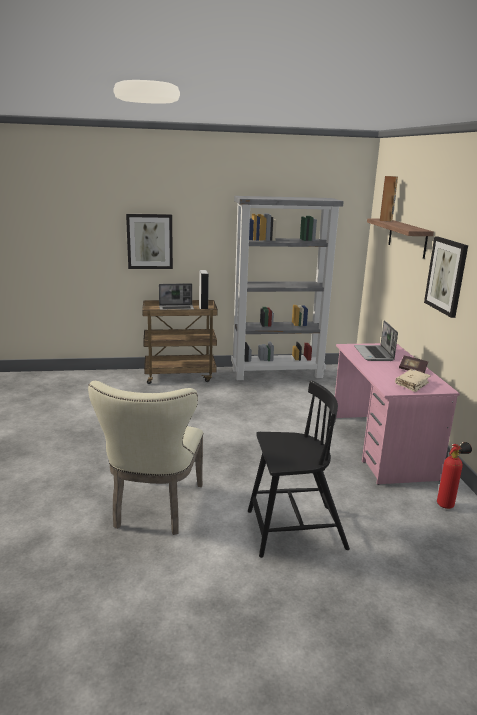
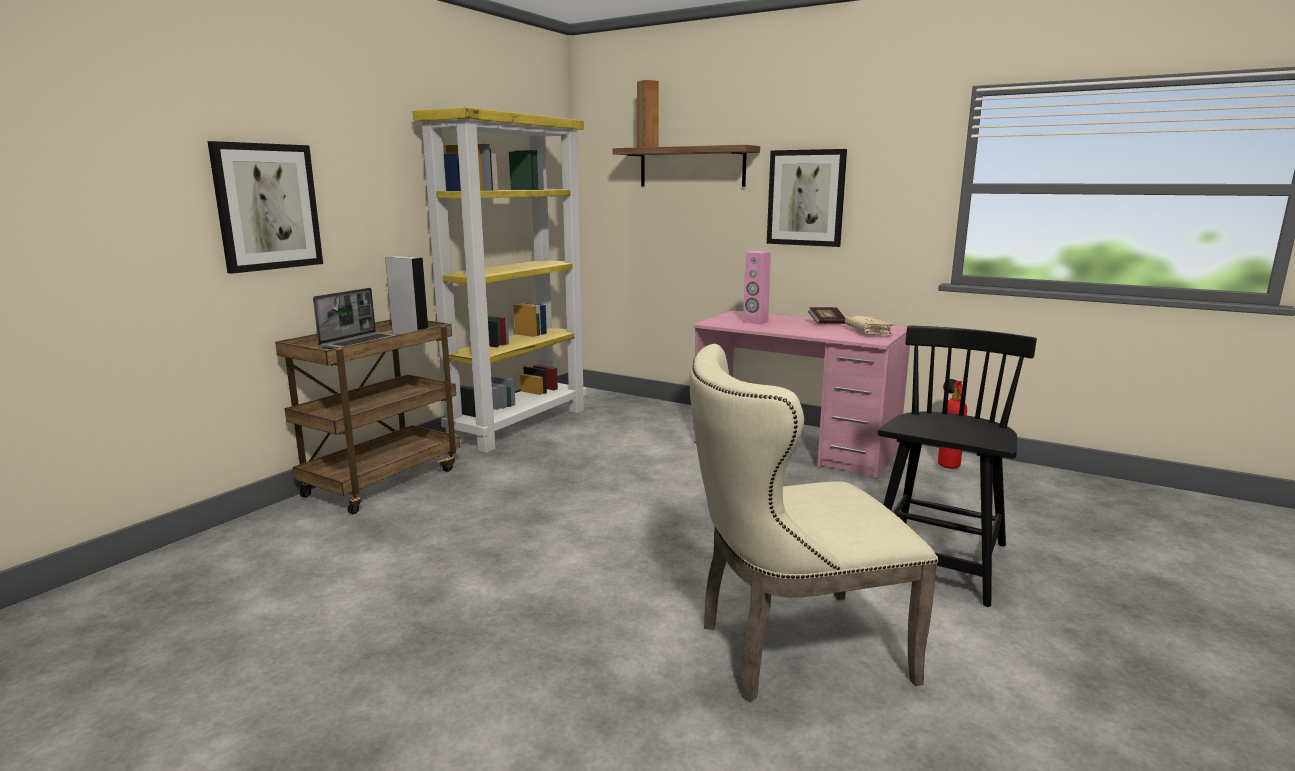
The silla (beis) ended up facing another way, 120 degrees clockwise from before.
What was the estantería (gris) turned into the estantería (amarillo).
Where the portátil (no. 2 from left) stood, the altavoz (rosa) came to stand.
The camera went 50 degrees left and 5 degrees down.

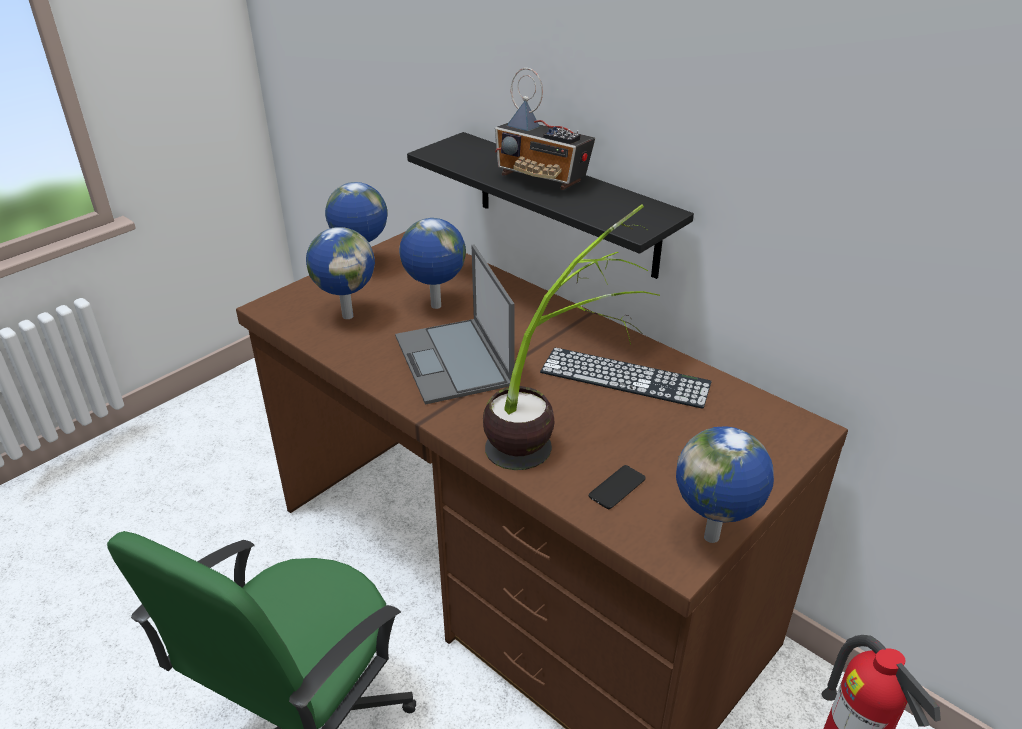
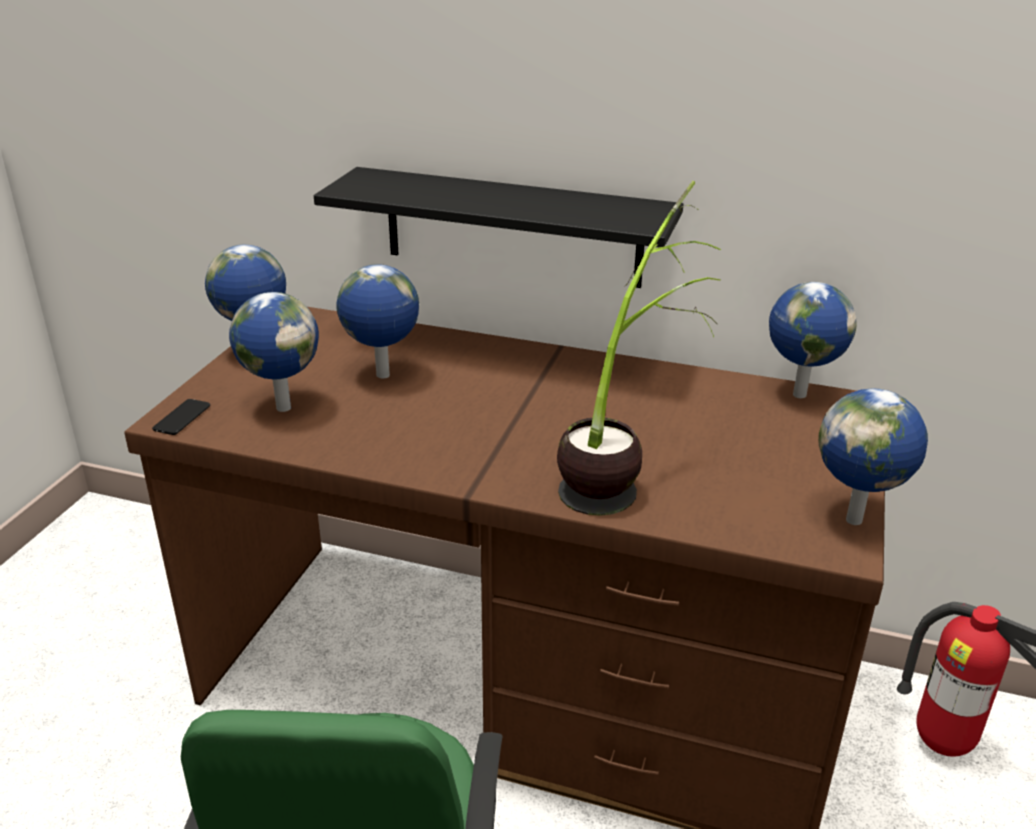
The second view lost the portátil.
The second view lost the radio.
The second view lost the teclado.
The móvil ended up elsewhere.
The second view gained the globo terráqueo (no. 4 from left).
The camera went 25 degrees left and 5 degrees down.

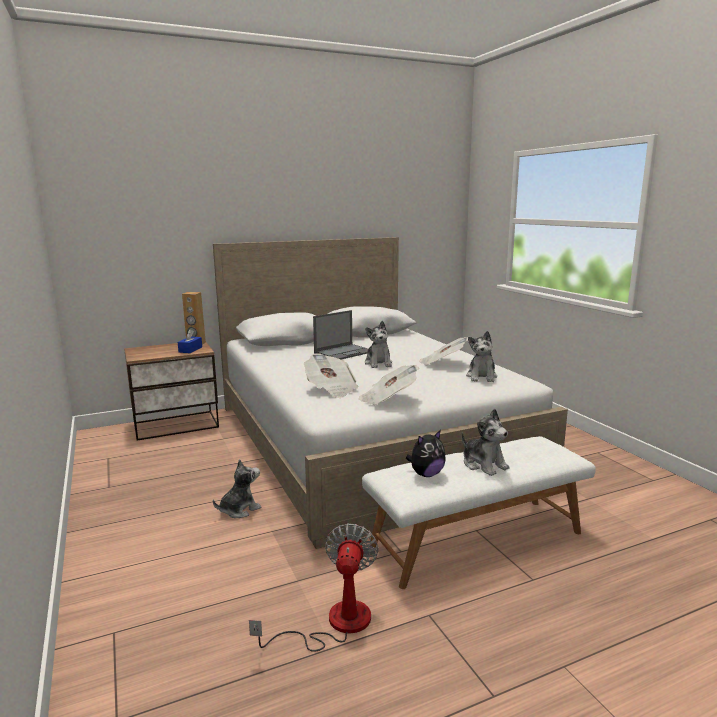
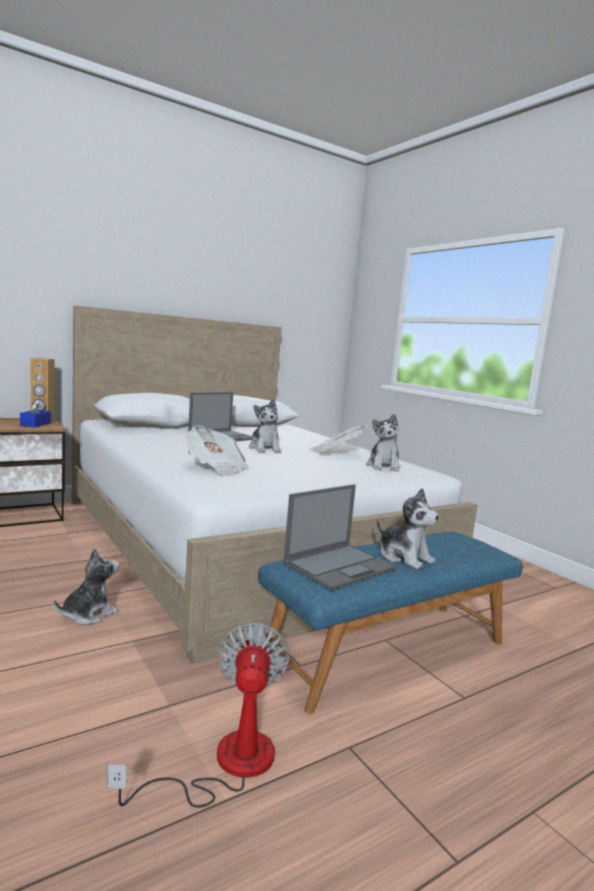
The second view lost the periódico (no. 2 from left).
What was the banco (blanco) turned into the banco (azul).
Where the peluche (no. 3 from left) stood, the portátil (no. 2 from left) came to stand.
The camera went 10 degrees left and 5 degrees down.

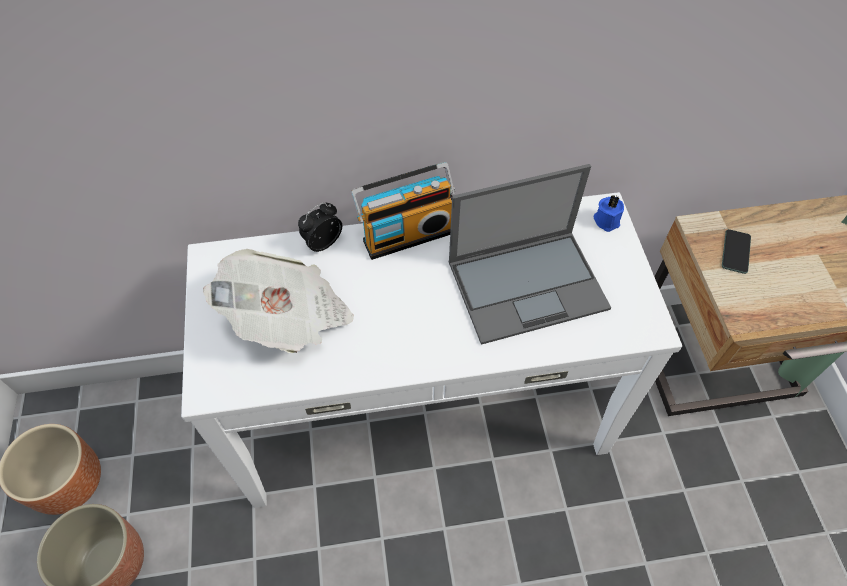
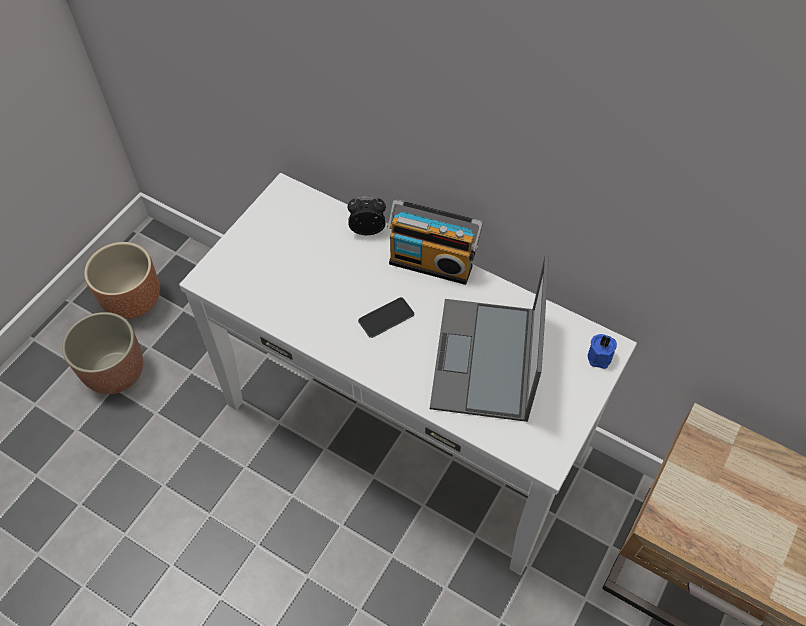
The second view lost the periódico.
The portátil ended up facing another way, 75 degrees clockwise from before.
The móvil ended up elsewhere.
The camera went 40 degrees right and 0 degrees up.

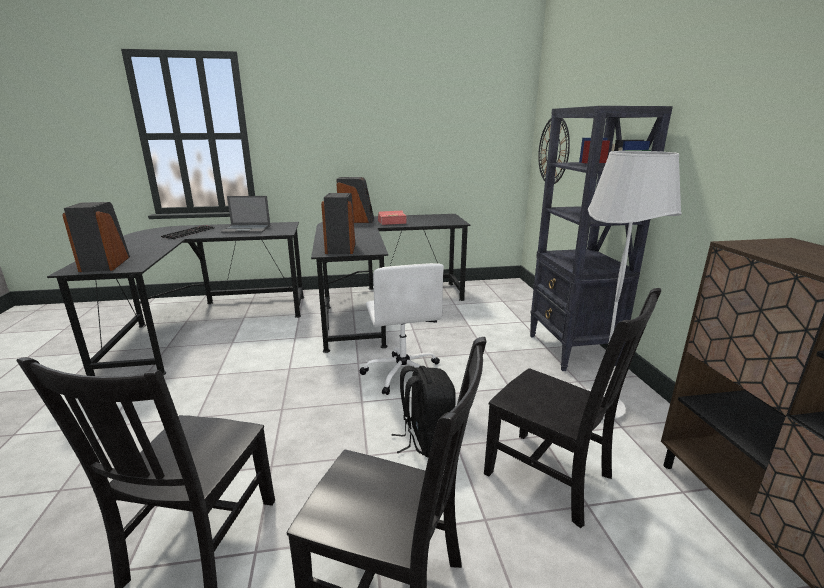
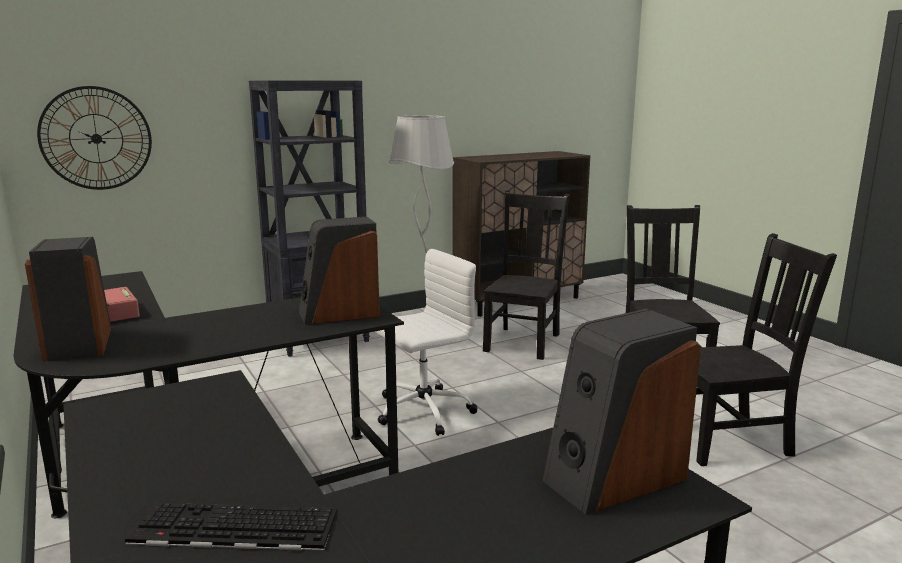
The second view lost the portátil.
The second view lost the mochila (negro).
The camera went 110 degrees left and 5 degrees down.

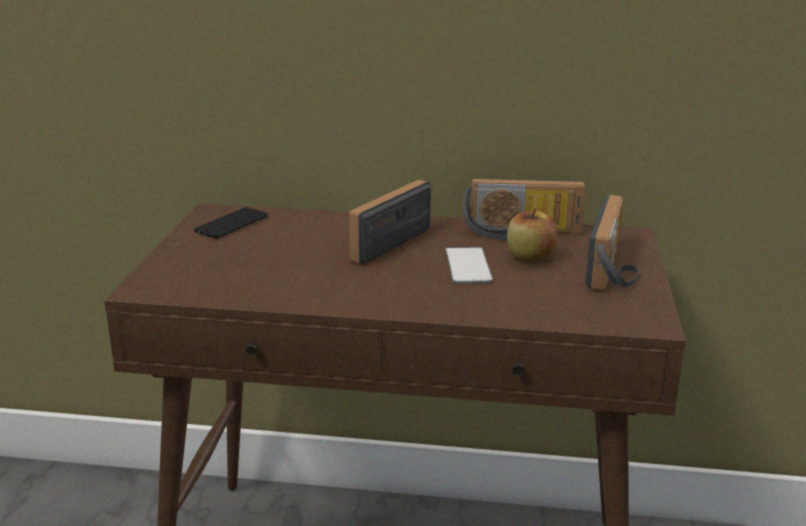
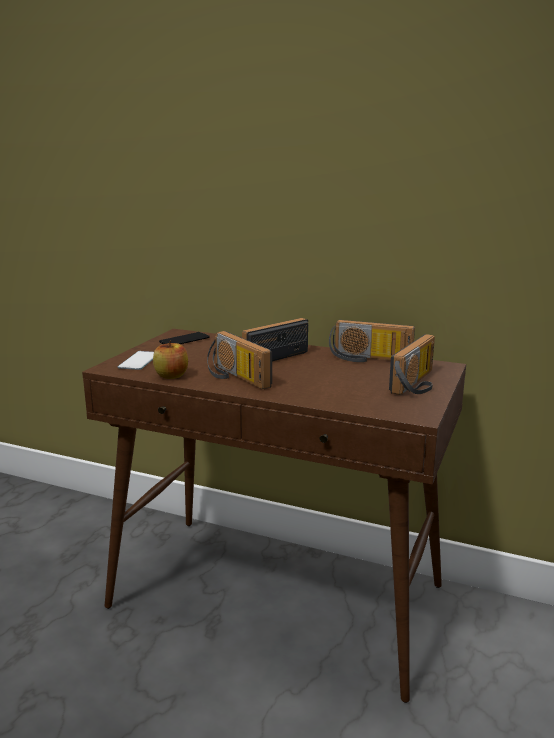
The móvil (no. 2 from left in the first image) ended up elsewhere.
The manzana ended up elsewhere.
The second view gained the radio (no. 1 from left).
The camera went 15 degrees right and 5 degrees down.

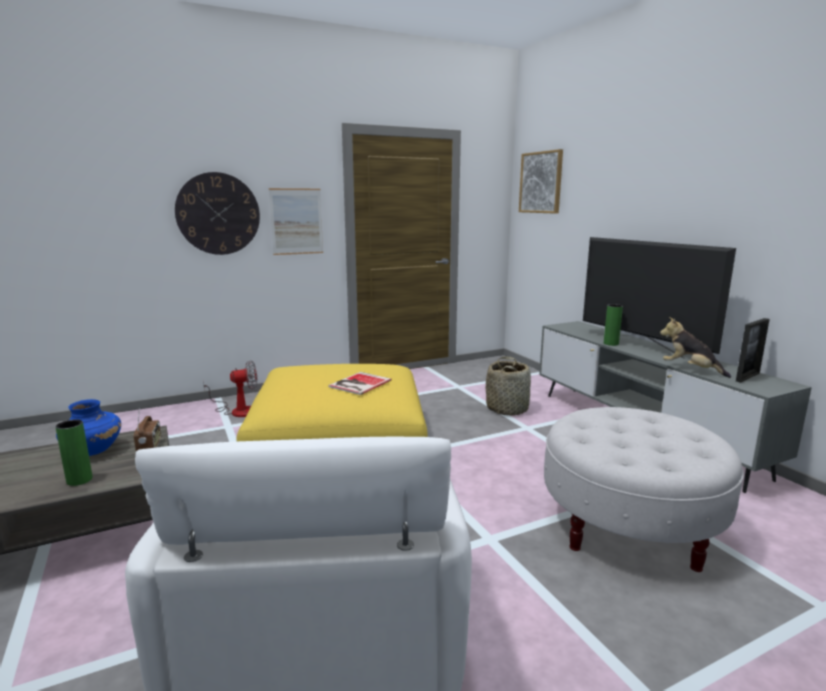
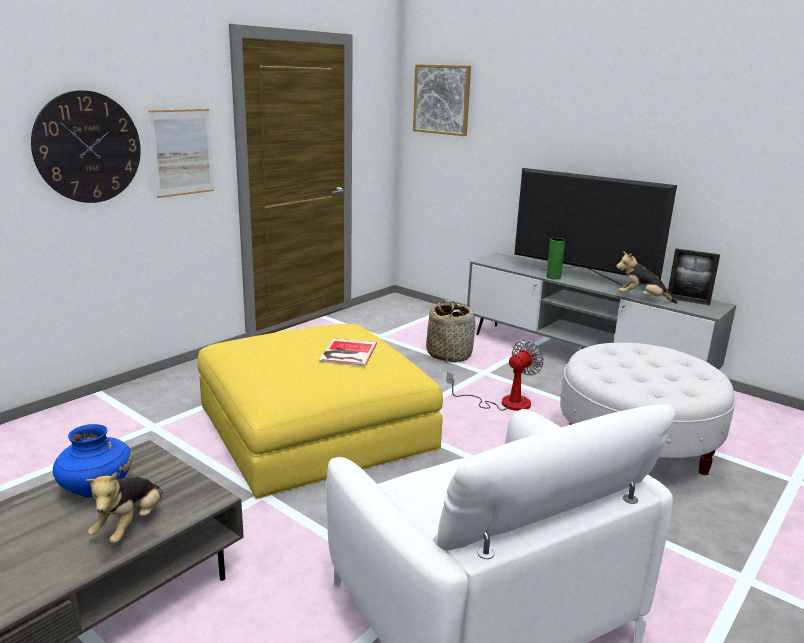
Where the florero (verde) (no. 1 from left) stood, the peluche (no. 1 from left) came to stand.
The second view lost the radio.
The ventilador ended up elsewhere.
The portarretratos ended up facing another way, 90 degrees clockwise from before.
The camera went 25 degrees left and 5 degrees up.

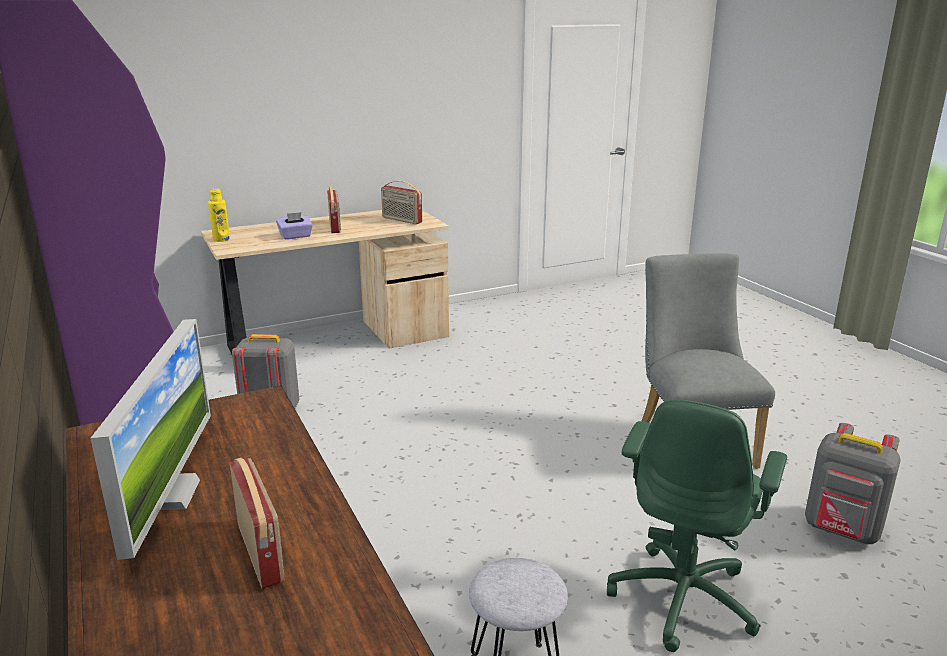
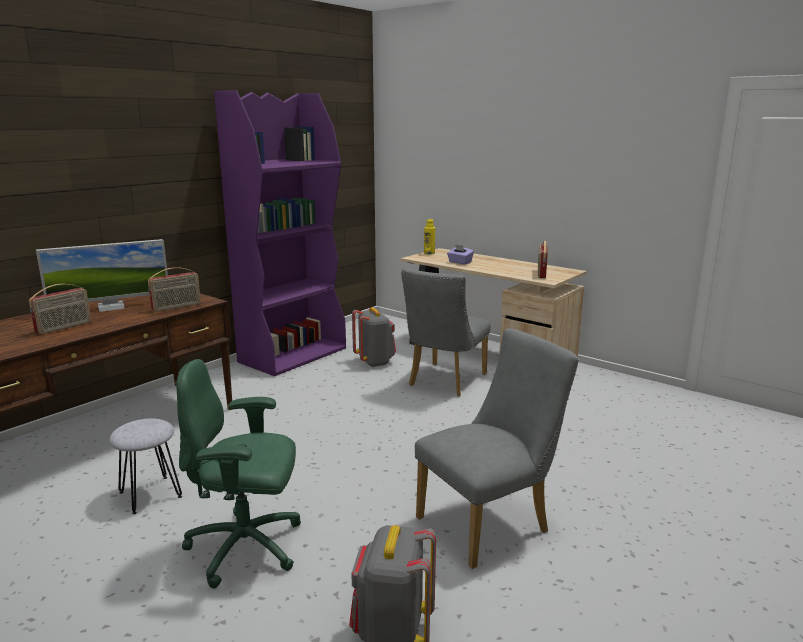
The radio (no. 2 from left) ended up elsewhere.
The second view gained the silla (gris) (no. 1 from left).
The camera went 65 degrees right and 5 degrees down.

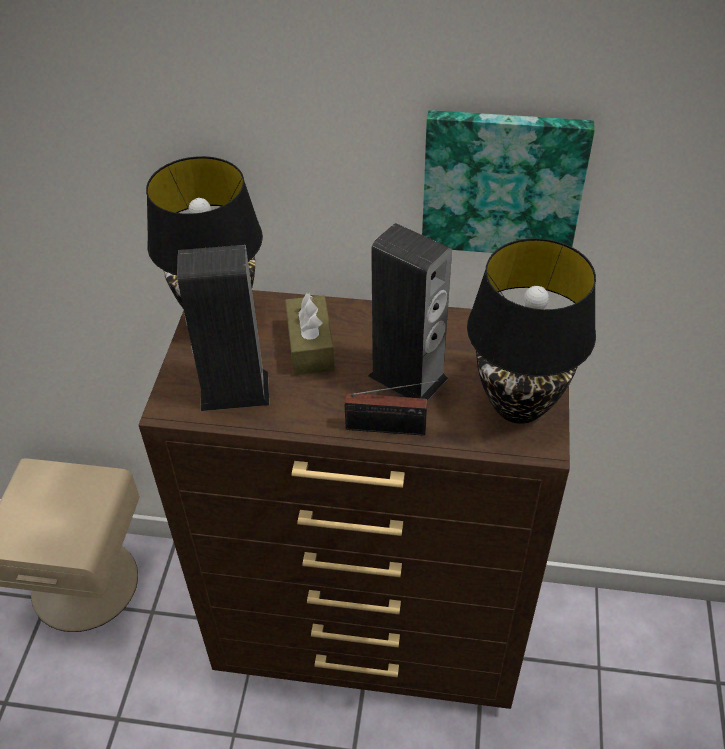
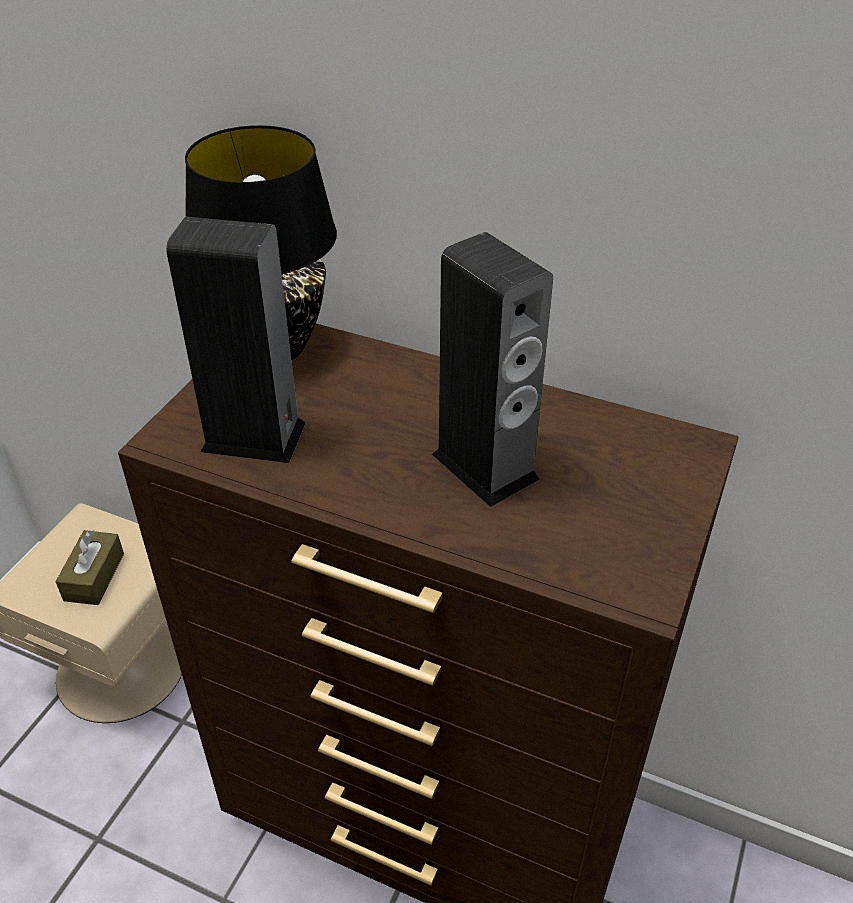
The caja de pañuelos (marrón) ended up elsewhere.
The second view lost the radio.
The second view lost the cuadro.
The second view lost the lámpara de mesa (negro) (no. 2 from left).
The camera went 15 degrees right and 5 degrees down.

